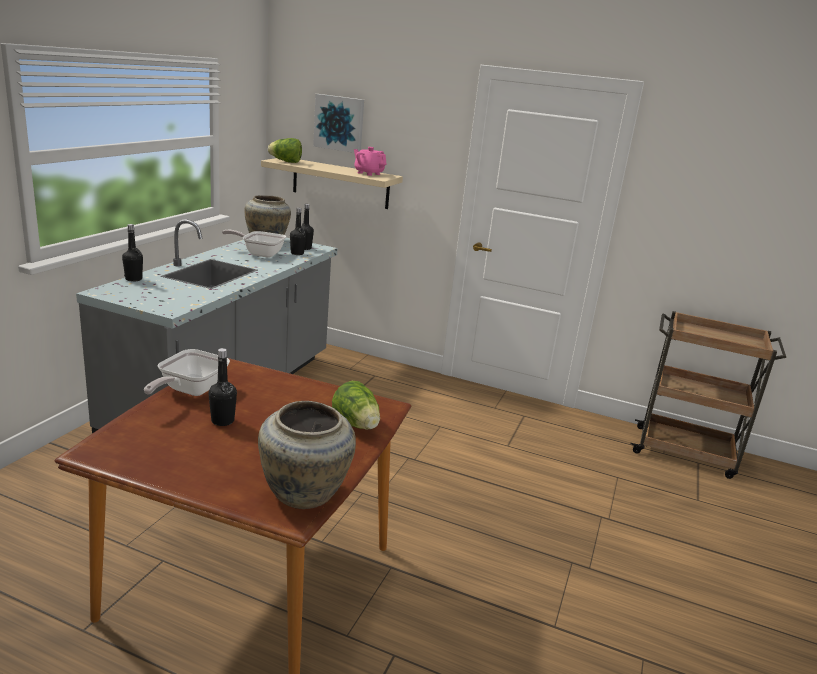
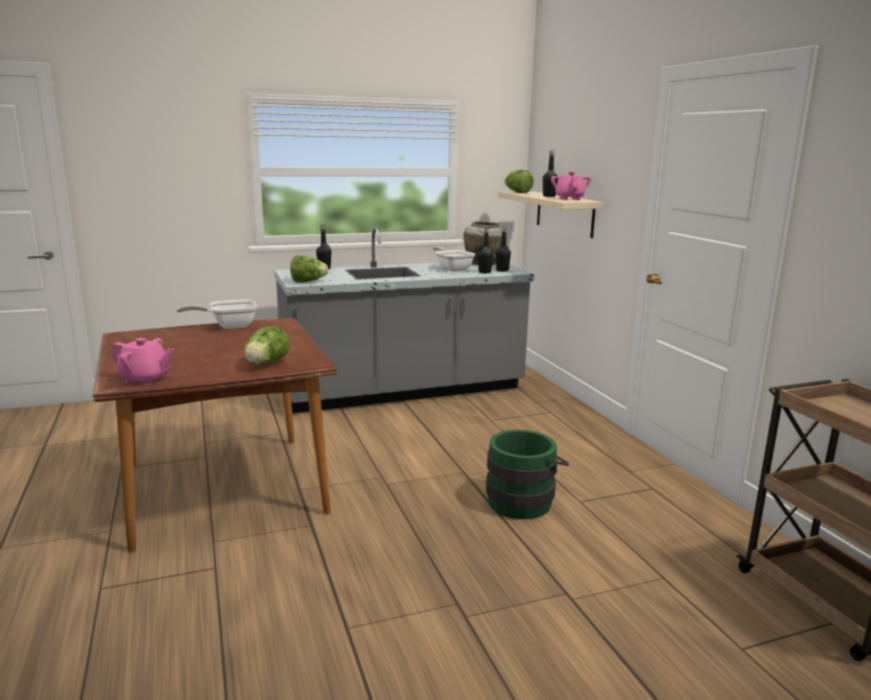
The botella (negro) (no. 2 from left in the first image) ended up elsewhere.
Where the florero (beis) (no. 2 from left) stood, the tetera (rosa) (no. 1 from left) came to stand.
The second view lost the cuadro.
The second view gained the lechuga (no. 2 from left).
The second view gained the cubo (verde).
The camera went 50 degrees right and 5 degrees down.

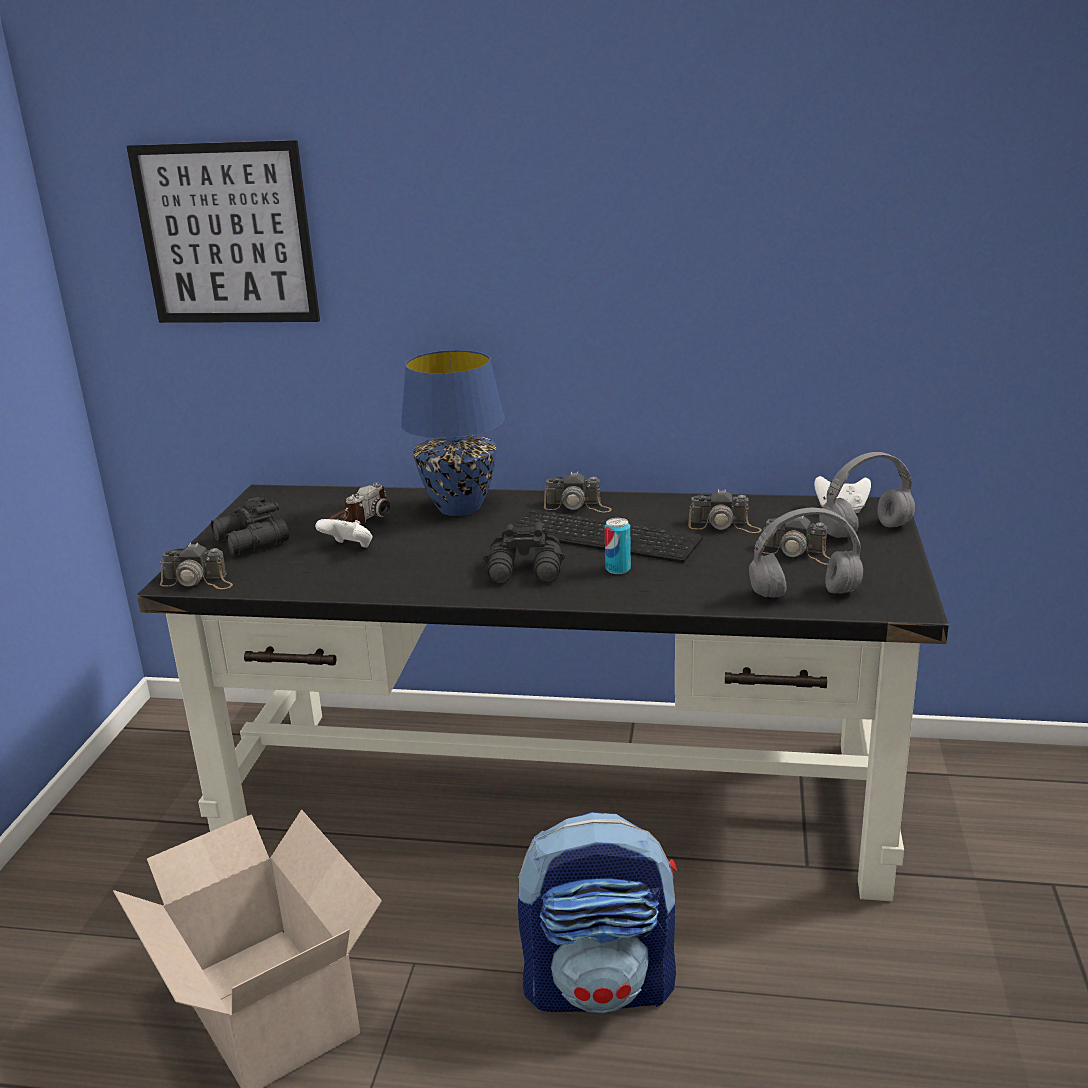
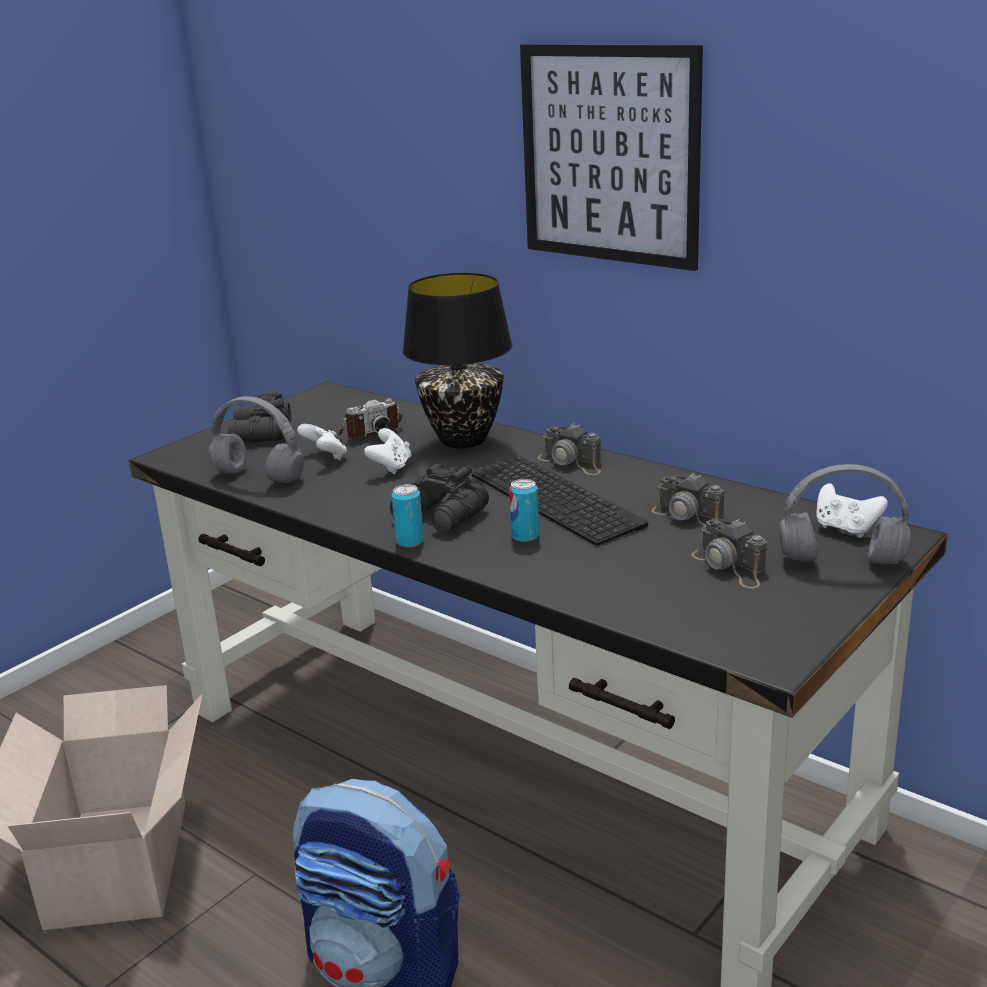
The cuadro ended up elsewhere.
The second view lost the cámara (no. 1 from left).
What was the lámpara de mesa (azul) turned into the lámpara de mesa (negro).
The auriculares (gris) (no. 1 from left) ended up elsewhere.
The second view gained the mando de consola (blanco) (no. 2 from left).
The second view gained the lata (no. 1 from left).
The camera went 30 degrees right and 0 degrees up.

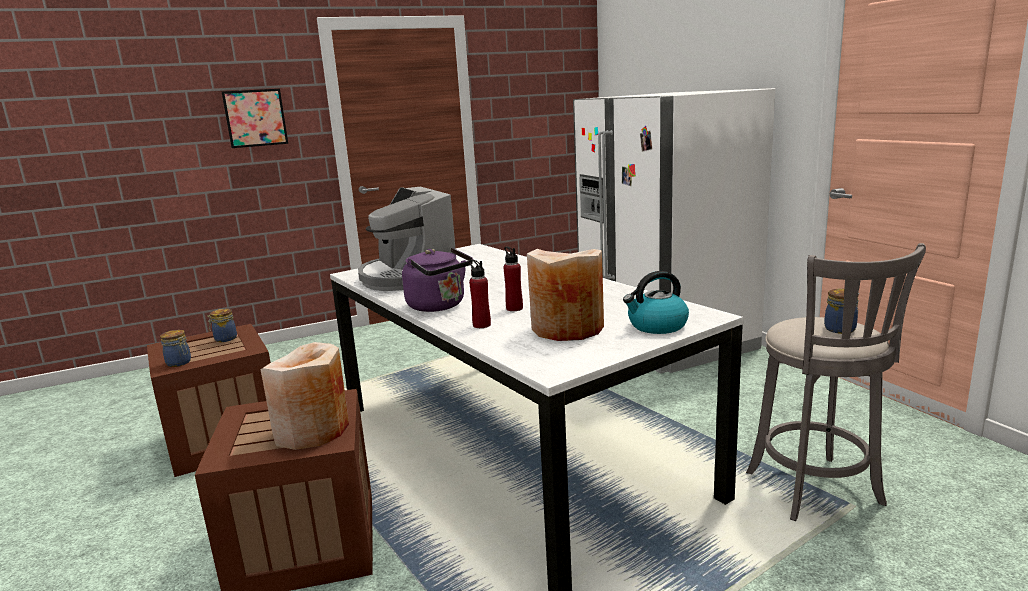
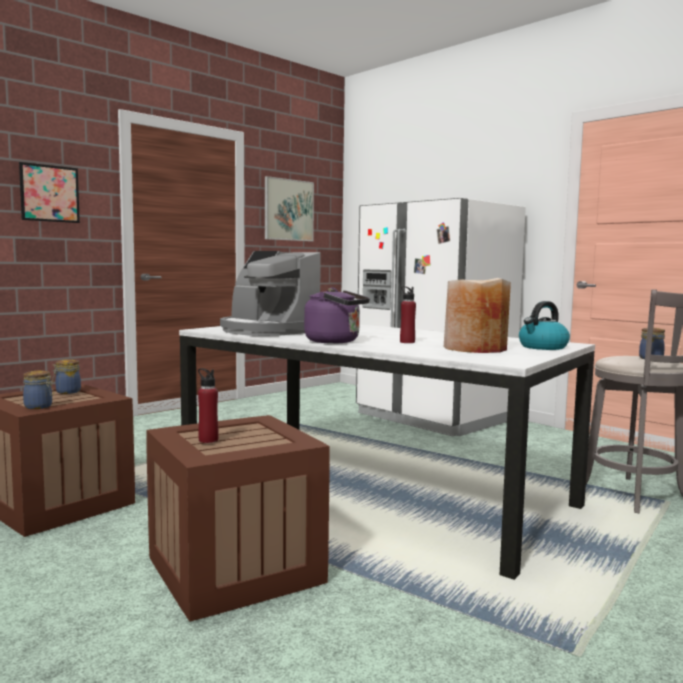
The second view lost the florero (beis) (no. 1 from left).
The botella (rojo) (no. 1 from left) ended up elsewhere.
The second view gained the cuadro (no. 2 from left).
The camera went 20 degrees left and 10 degrees down.

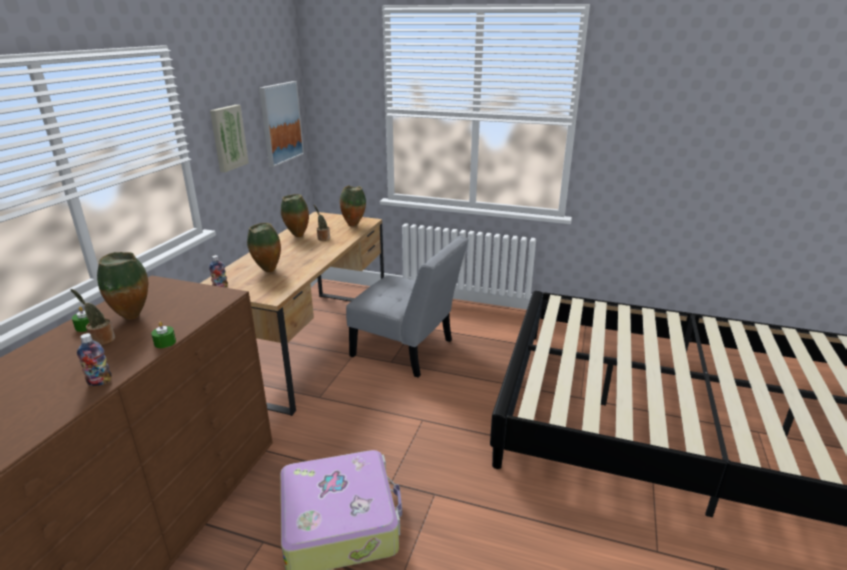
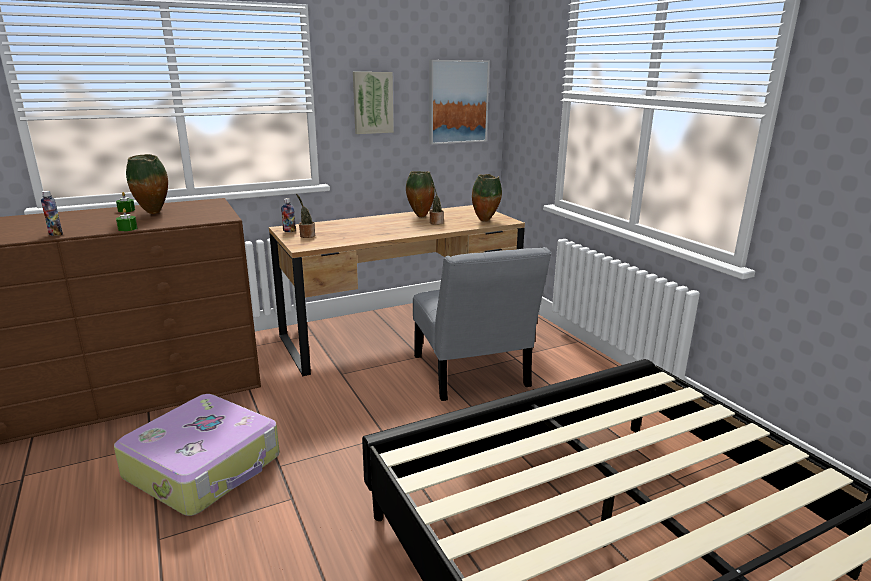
The planta en maceta (no. 1 from left) ended up elsewhere.
The second view lost the florero (no. 2 from left).
The camera went 45 degrees right and 5 degrees down.

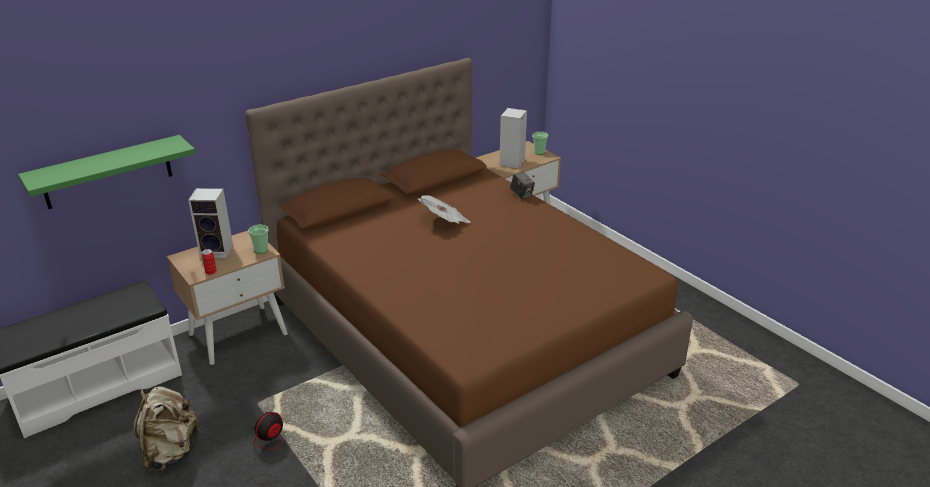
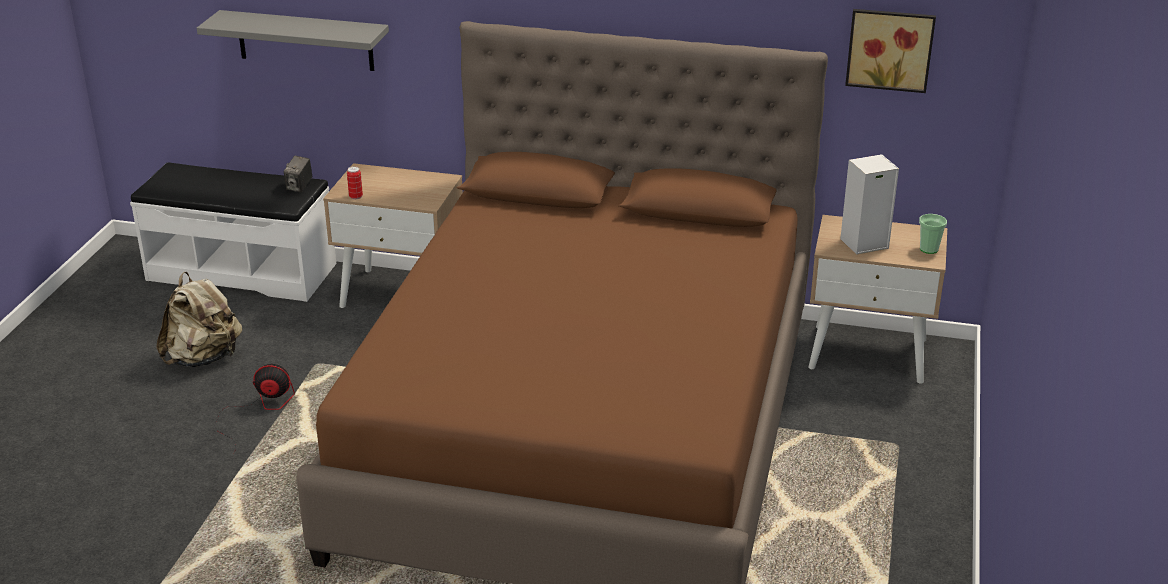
What was the estante (verde) turned into the estante (gris).
The second view lost the altavoz (no. 1 from left).
The second view lost the taza (no. 1 from left).
The second view lost the periódico.
The cámara ended up elsewhere.
The second view gained the cuadro.
The camera went 50 degrees right and 0 degrees up.

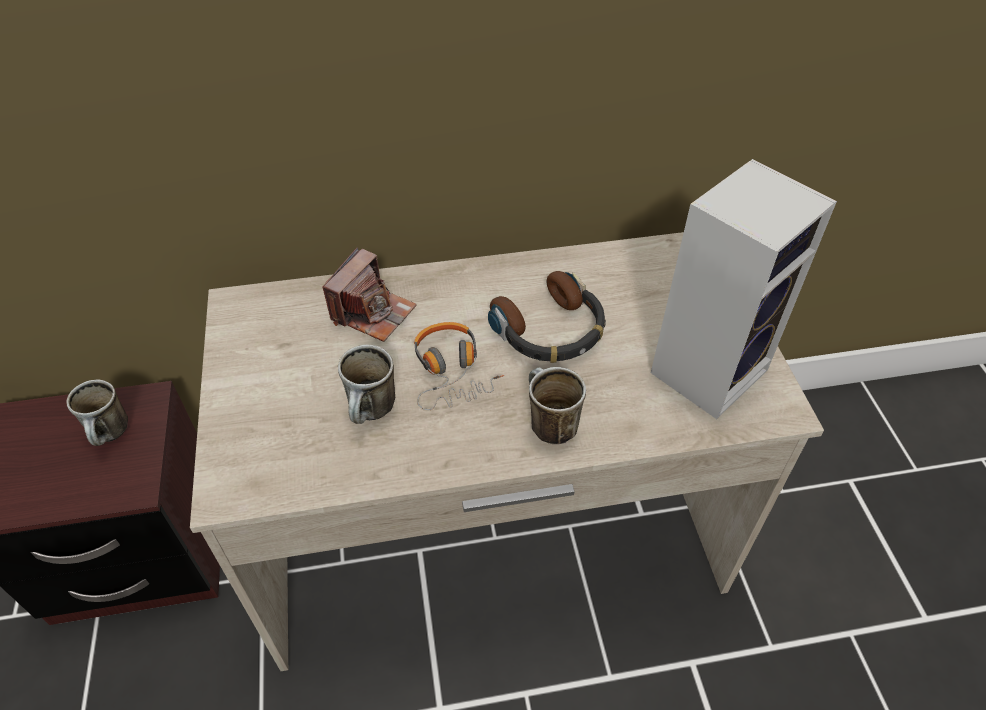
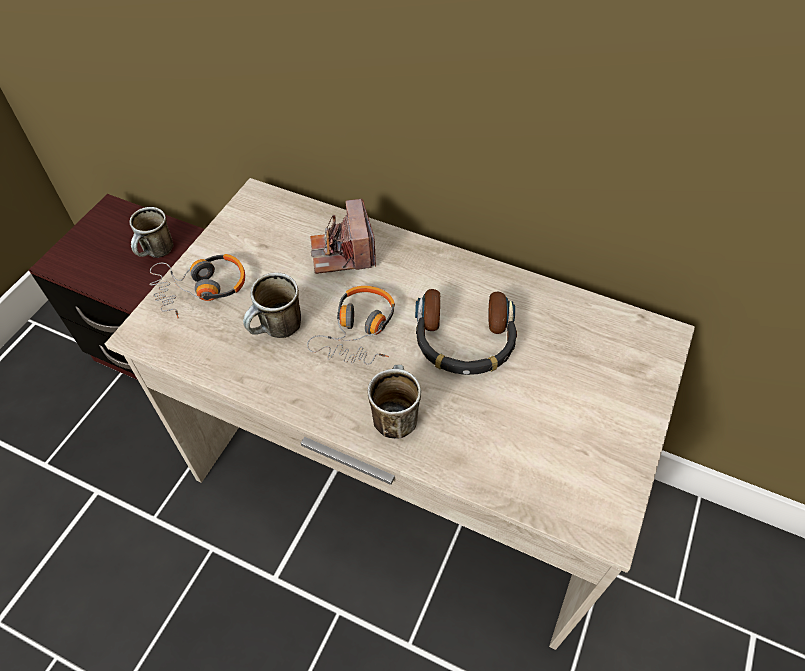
The cámara ended up facing another way, 105 degrees clockwise from before.
The second view lost the altavoz.
The second view gained the auriculares (no. 1 from left).
The camera went 35 degrees right and 5 degrees up.

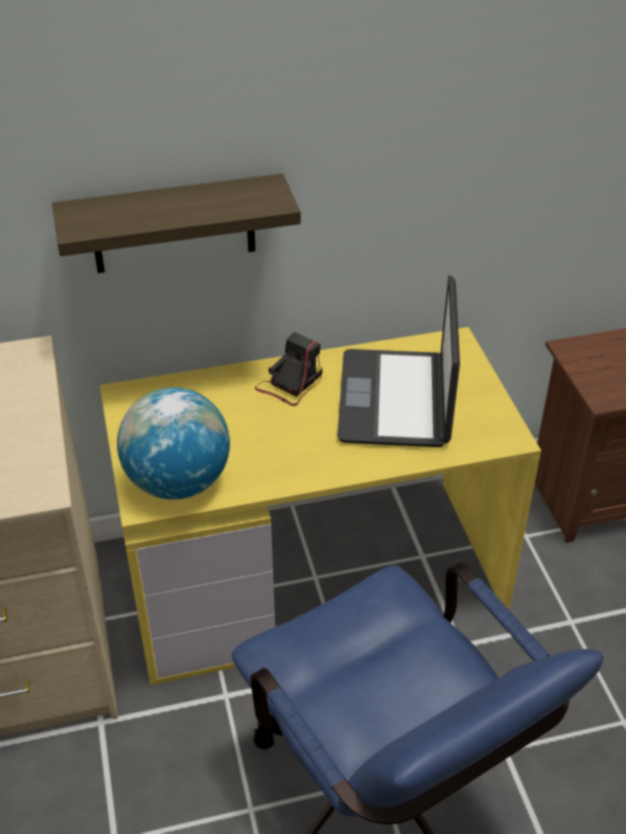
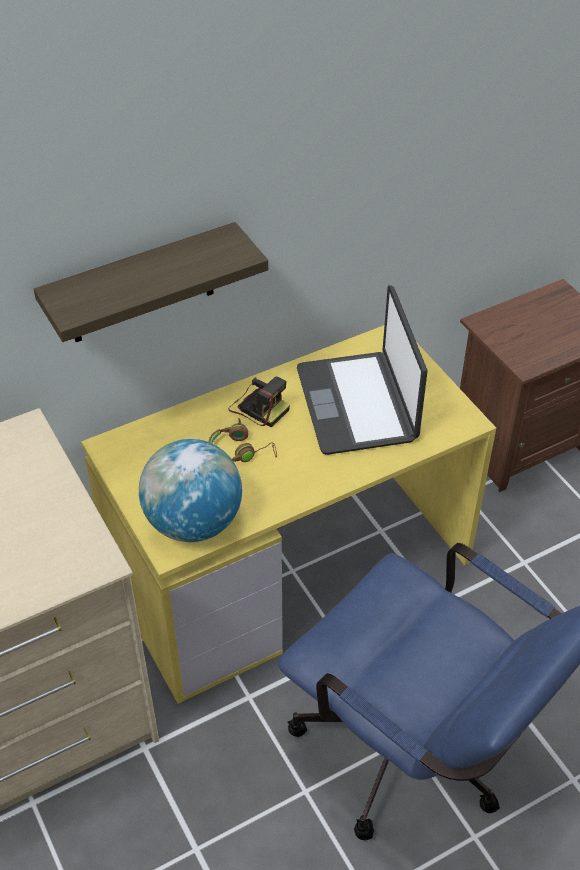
The cámara ended up facing another way, 105 degrees clockwise from before.
The second view gained the auriculares (marrón).
The camera went 15 degrees left and 5 degrees up.

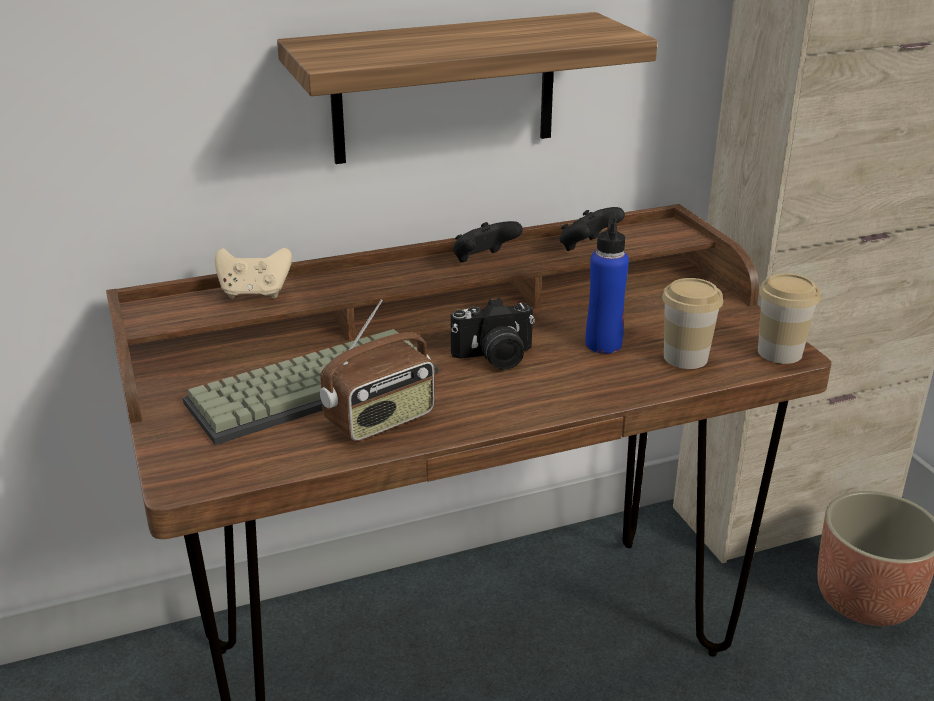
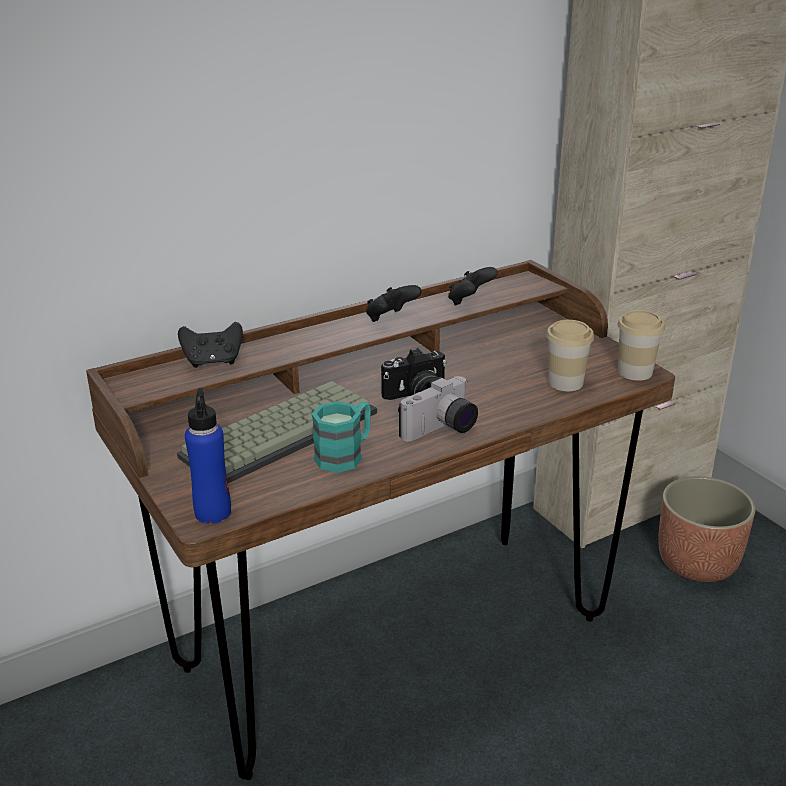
What was the mando de consola (beis) turned into the mando de consola (negro) (no. 1 from left).
The second view lost the estante.
Where the radio stood, the taza grande (turquesa) came to stand.
The botella (azul) ended up elsewhere.
The second view gained the cámara (no. 2 from left).
The camera went 10 degrees left and 0 degrees up.

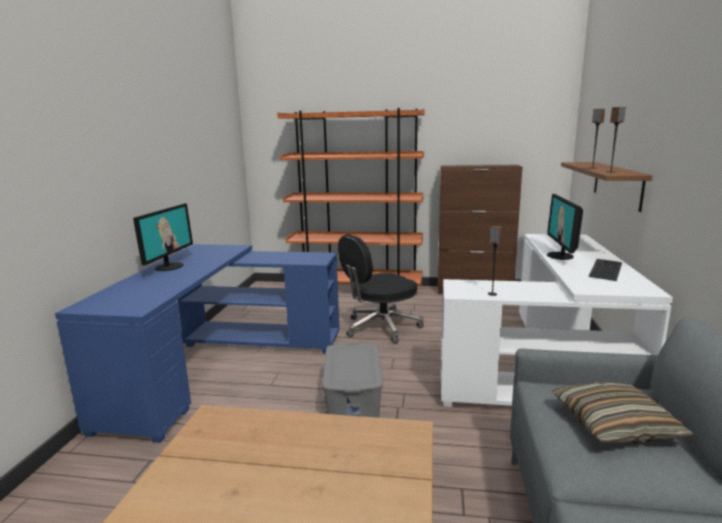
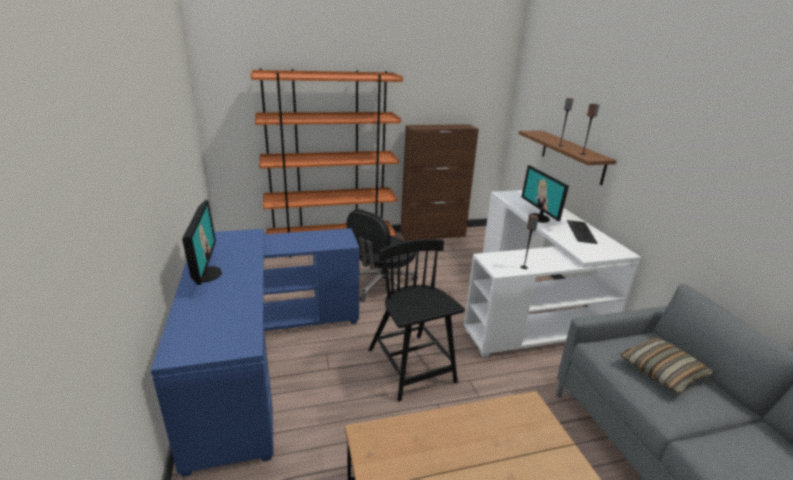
Where the caja de almacenaje (gris) stood, the silla (negro) came to stand.
The camera went 25 degrees left and 10 degrees up.

